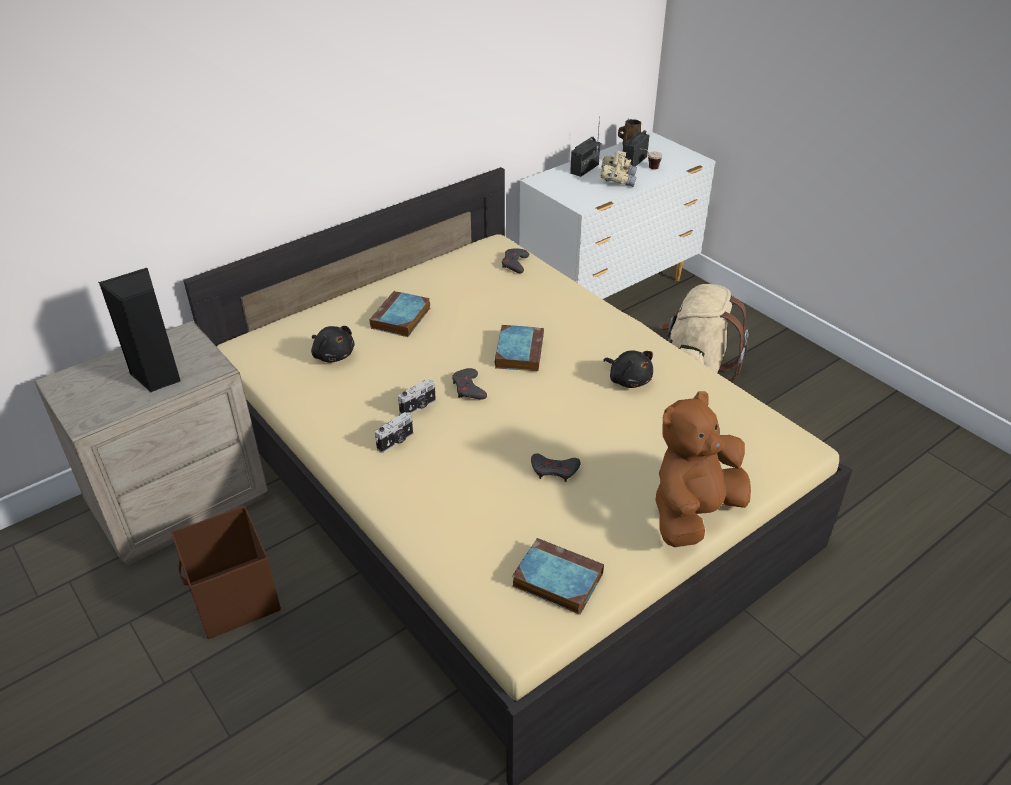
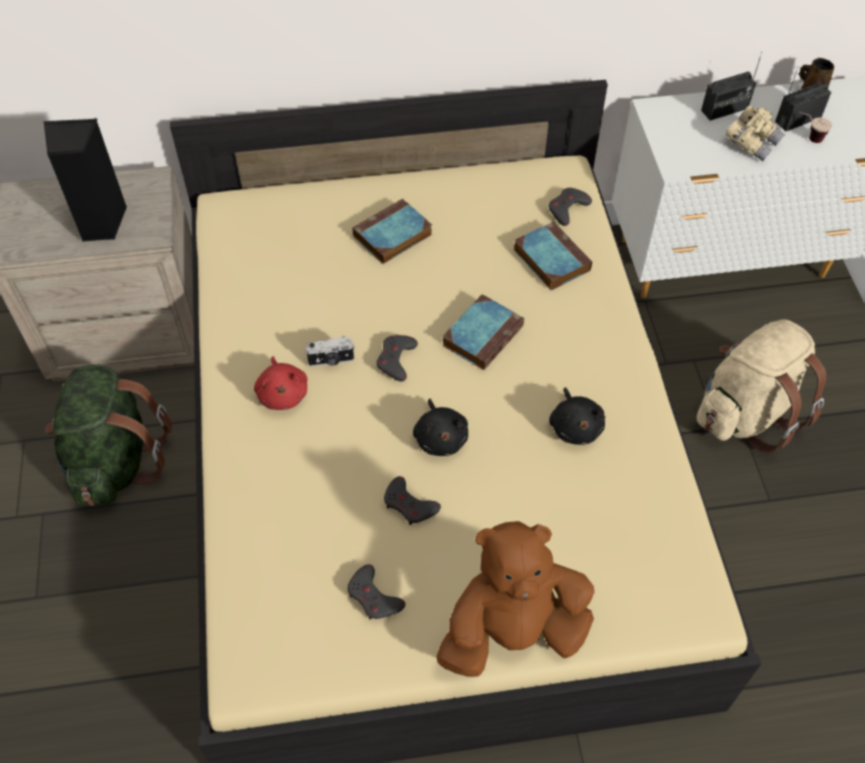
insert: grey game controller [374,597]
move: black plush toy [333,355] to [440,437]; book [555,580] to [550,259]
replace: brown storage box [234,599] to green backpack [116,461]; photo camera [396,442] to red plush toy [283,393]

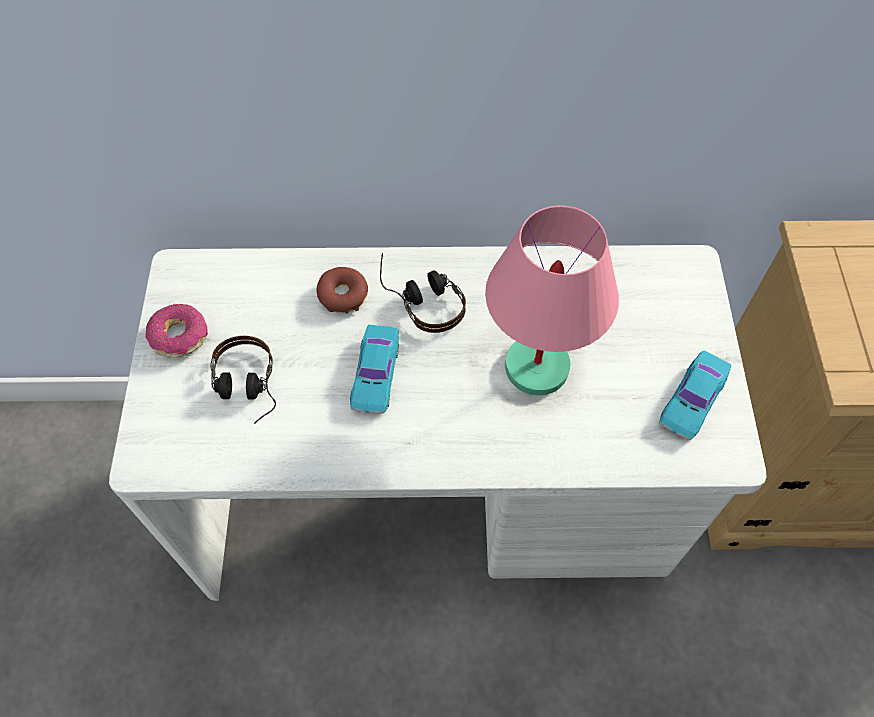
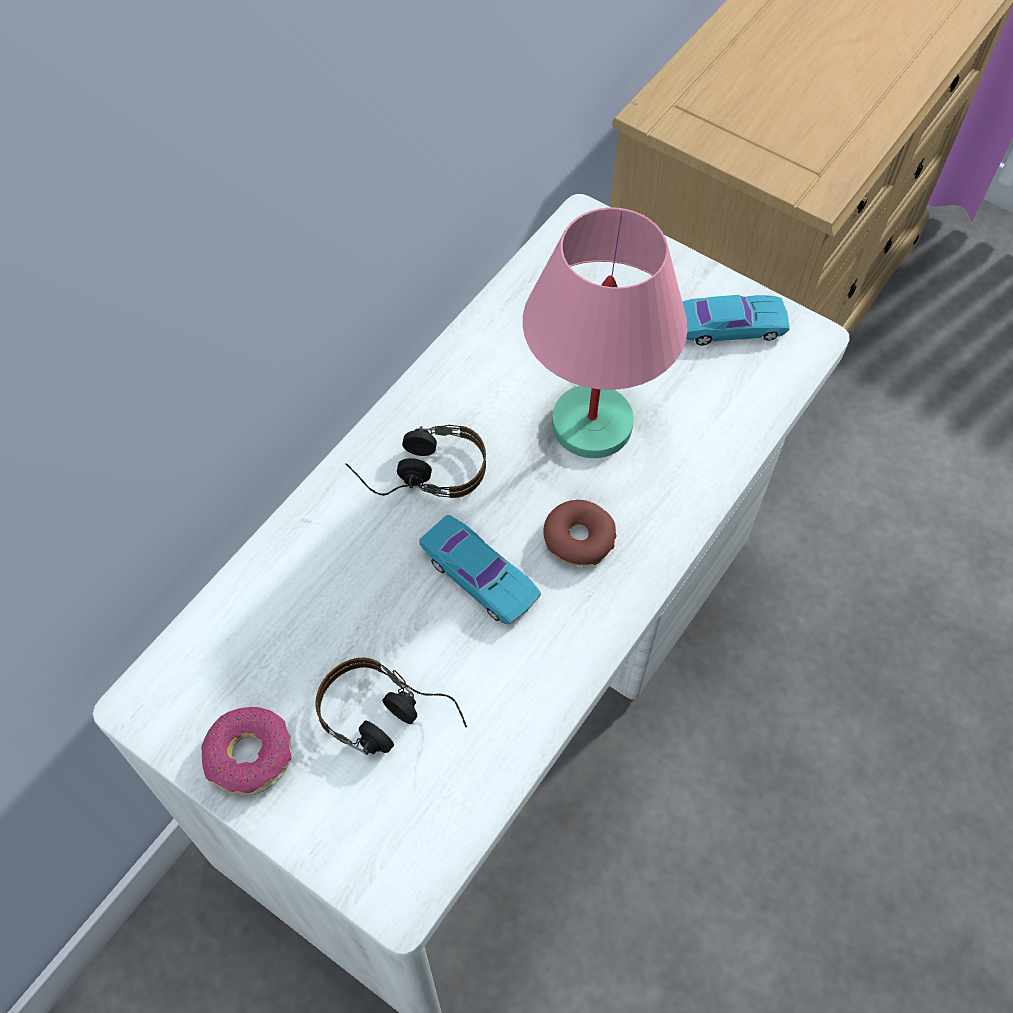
move: donut [343,295] to [578,539]
rotate: turquoise toy car [692,399] = [728,326] 75 degrees counterclockwise

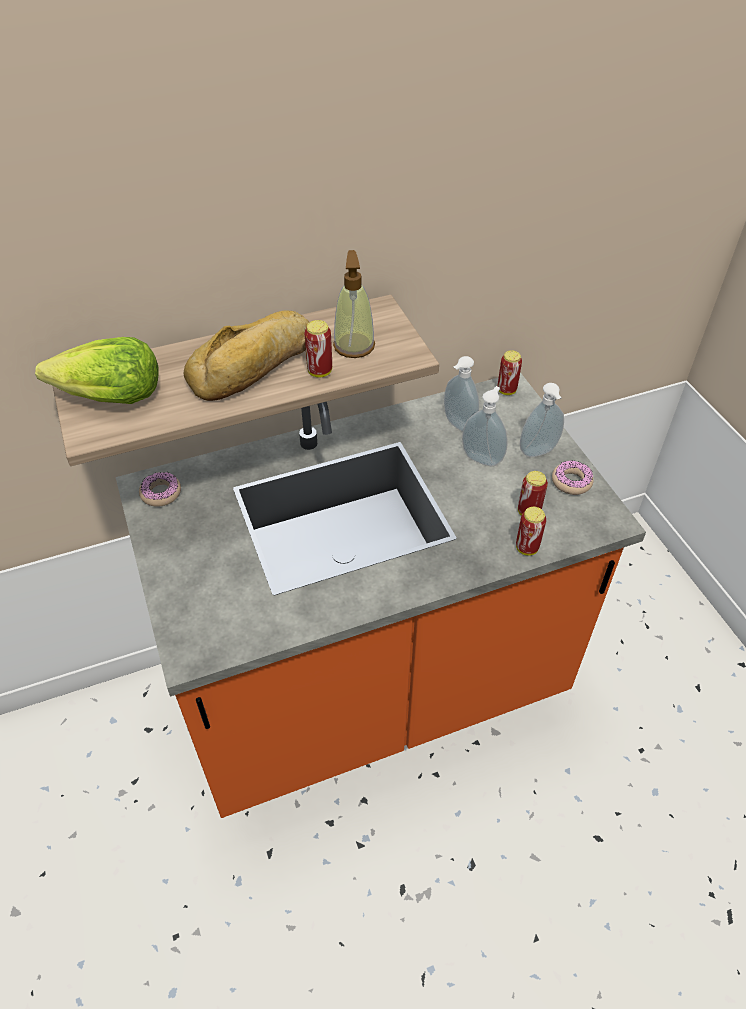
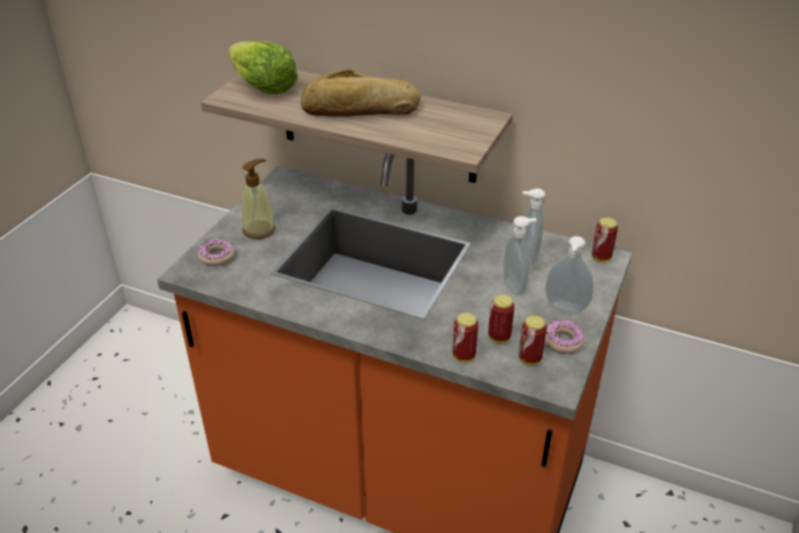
move: donut [161,493] to [217,256]; can [320,371] to [530,359]; soap dispenser [354,345] to [259,229]

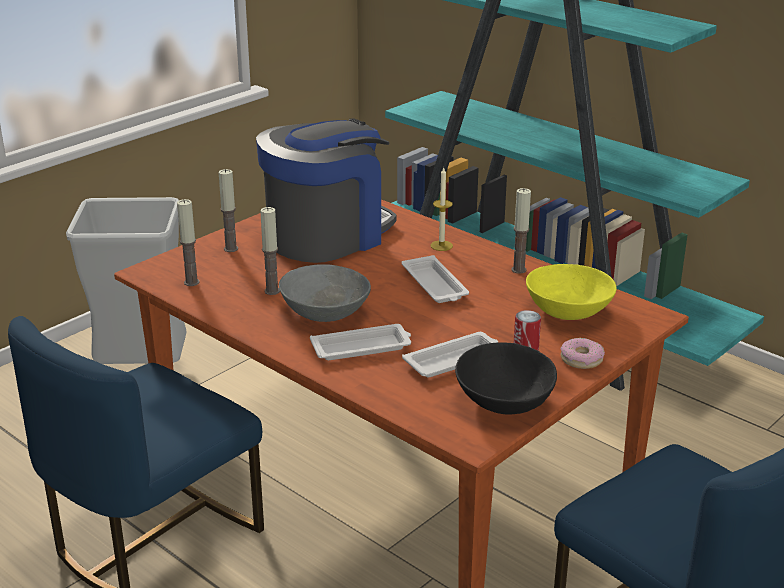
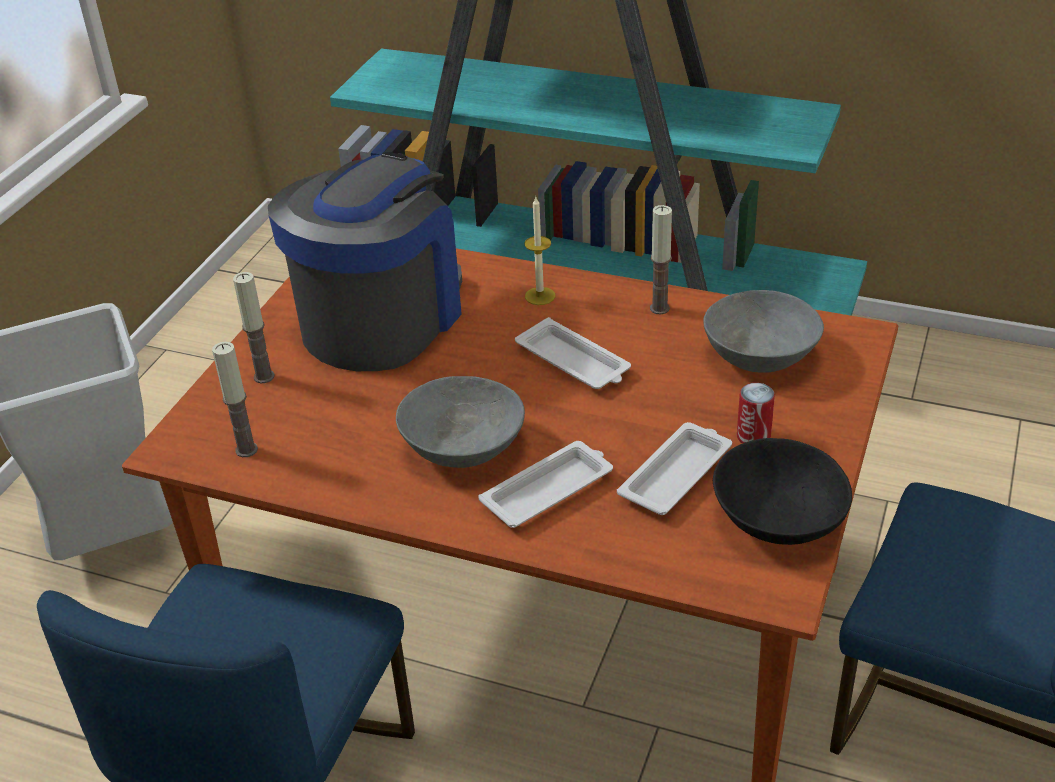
delete: candle [272,291]; donut [581,359]
recolor: yellow bowl [568,311] to grey bowl [761,357]

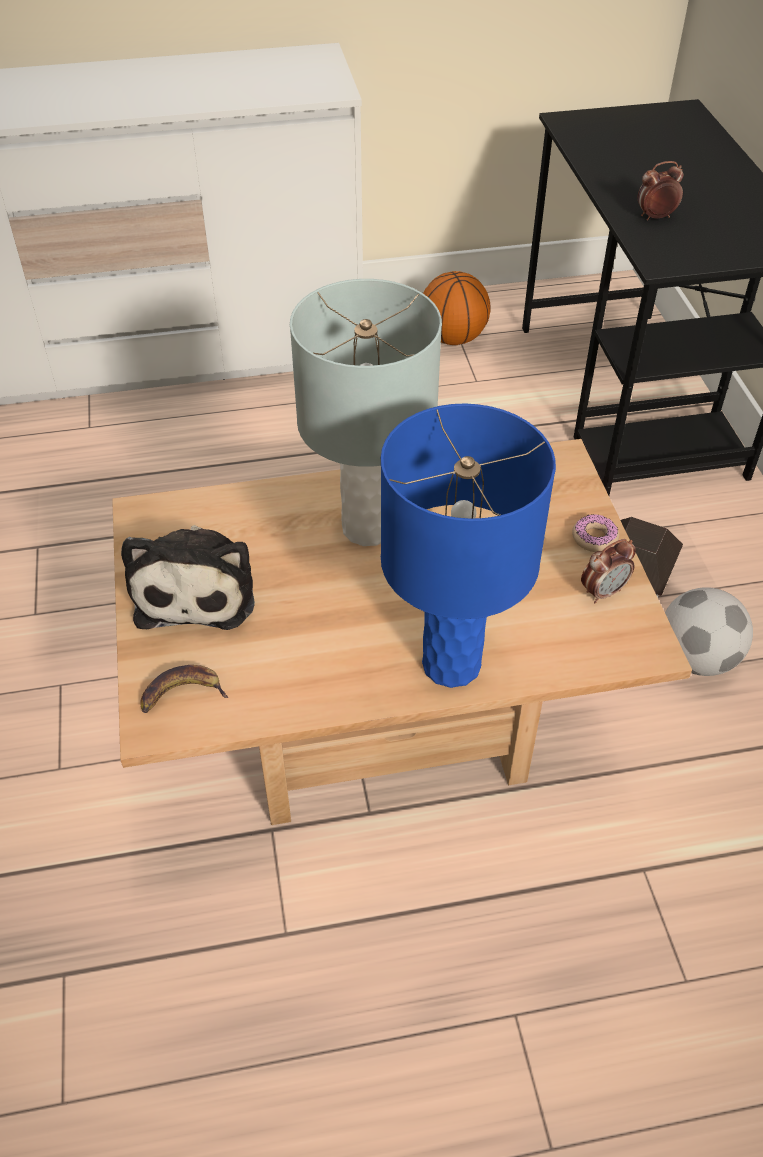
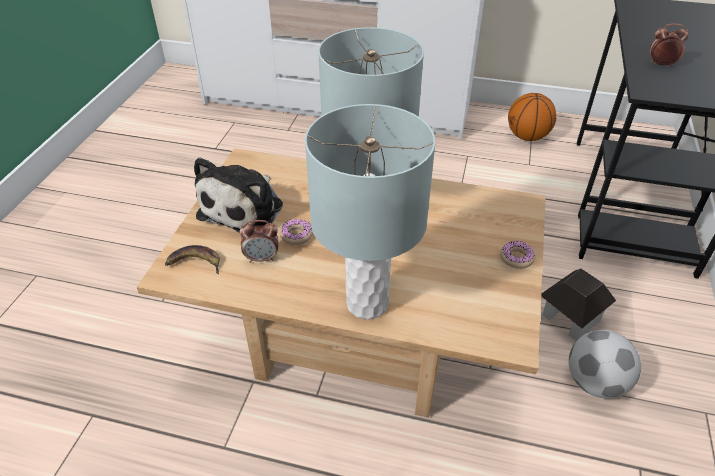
insert: donut [296,235]
move: alarm clock [603,592] to [262,258]
recolor: blue table lamp [450,663] to grey table lamp [367,302]

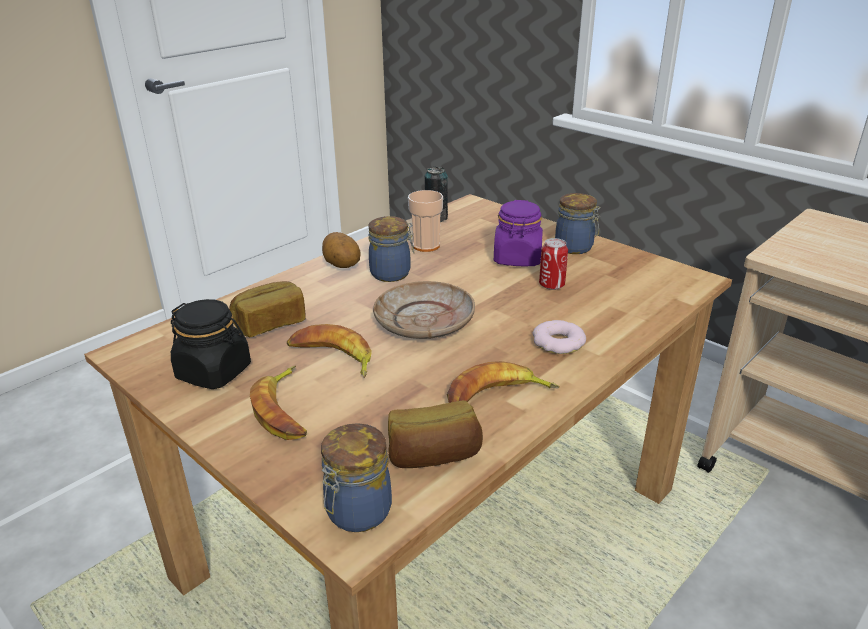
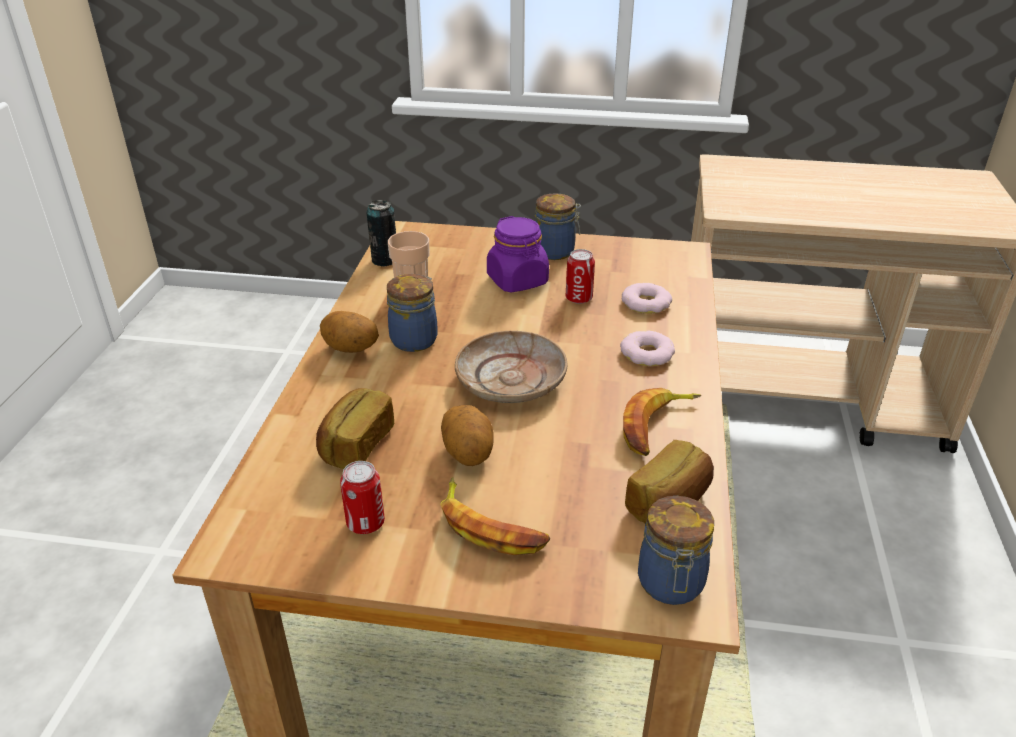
insert: donut [646,303]
replace: black jar [214,372] to can [365,523]; banana [332,358] to potato [468,453]

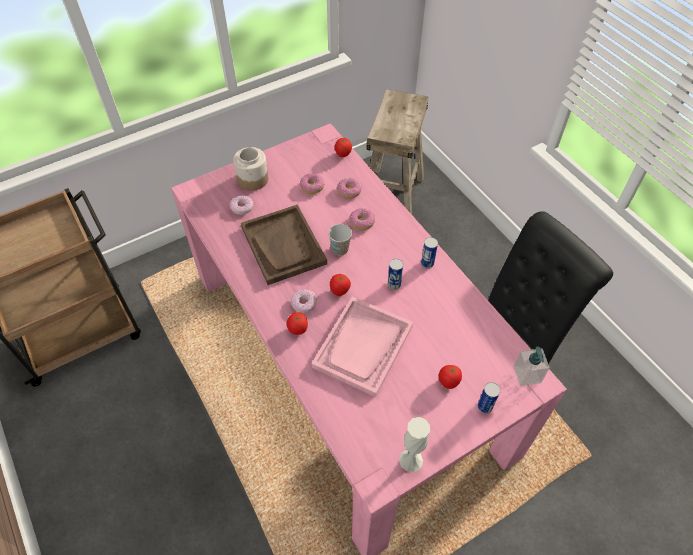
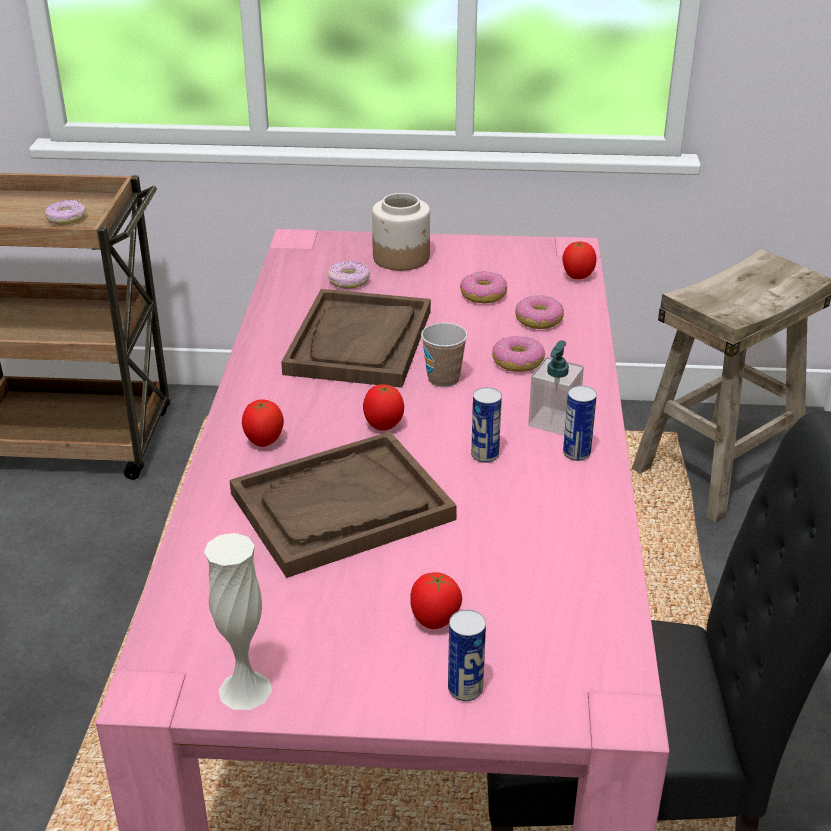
move: donut [303,303] to [66,218]; soap dispenser [527,375] to [553,421]
recolor: pink tray [363,347] to brown tray [341,507]

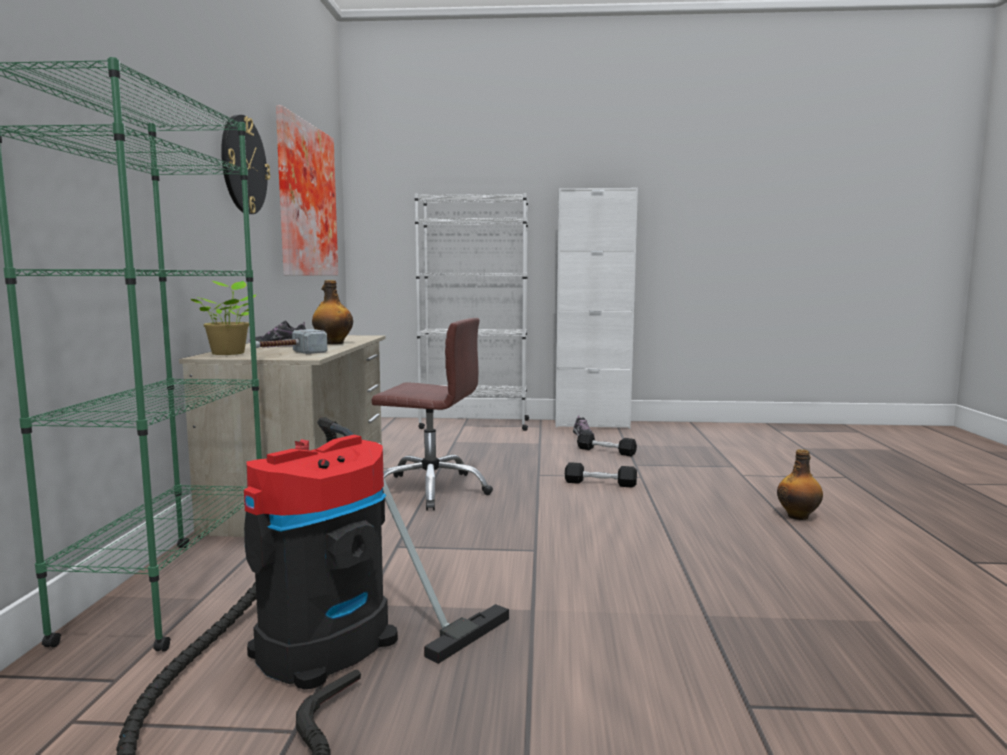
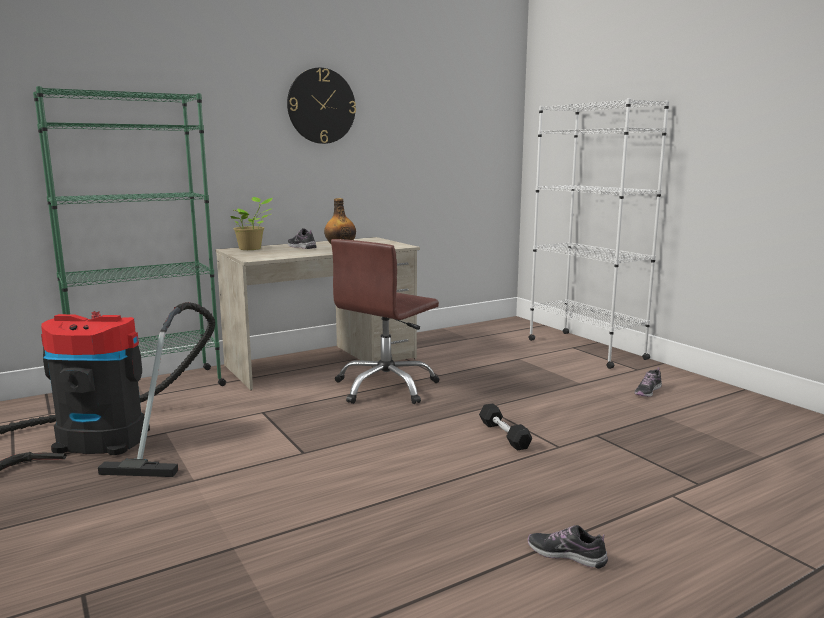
delete: hammer [289,353]; picture [302,200]; white cabinet [591,424]; black dumbbell [606,451]
replace: bottle [798,516] to shoe [566,555]
rotate: brown office chair [431,489] = [386,387] 60 degrees clockwise

